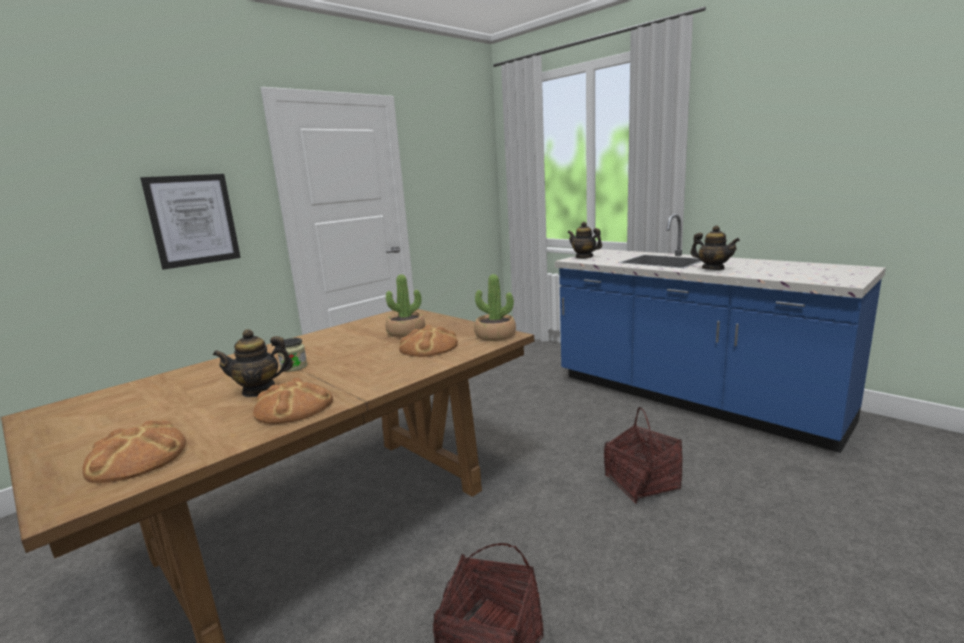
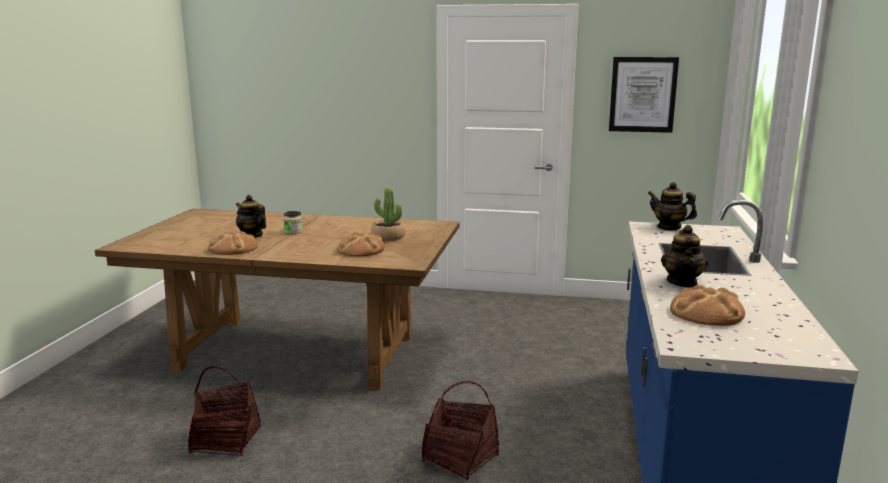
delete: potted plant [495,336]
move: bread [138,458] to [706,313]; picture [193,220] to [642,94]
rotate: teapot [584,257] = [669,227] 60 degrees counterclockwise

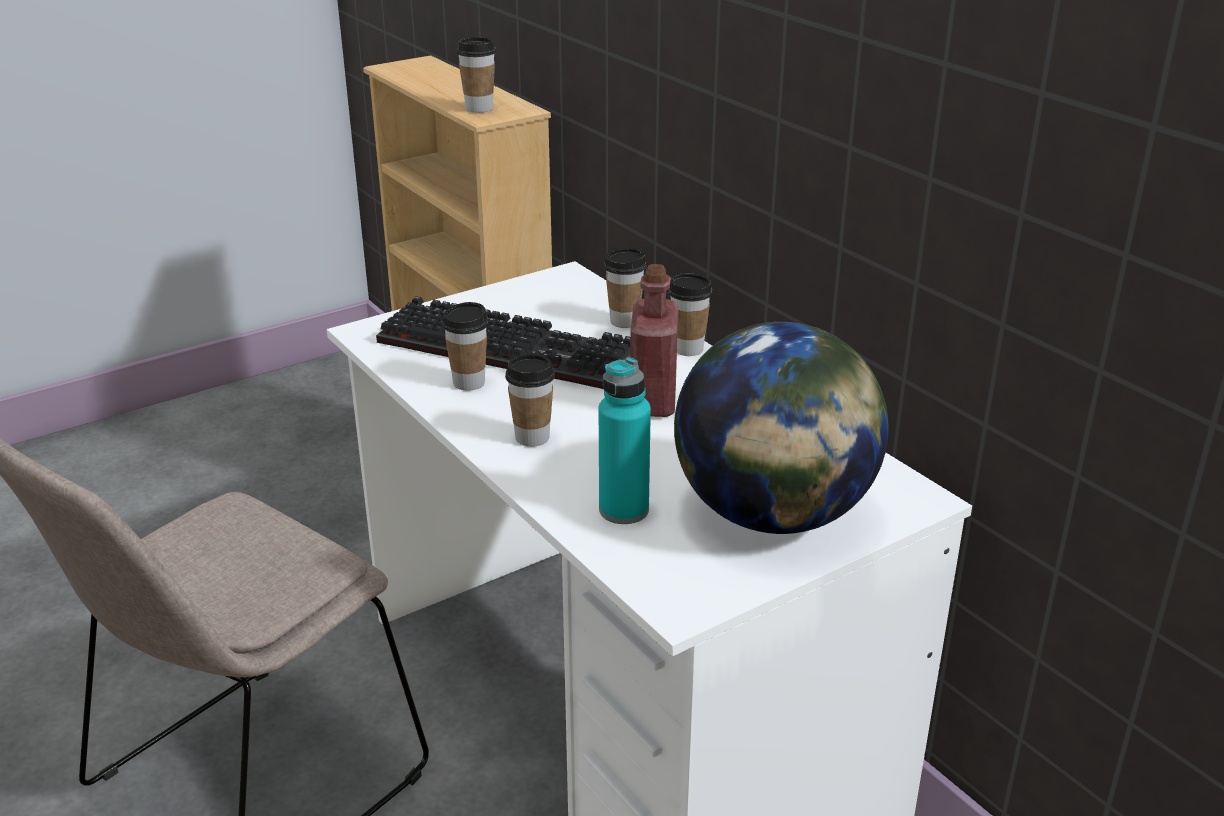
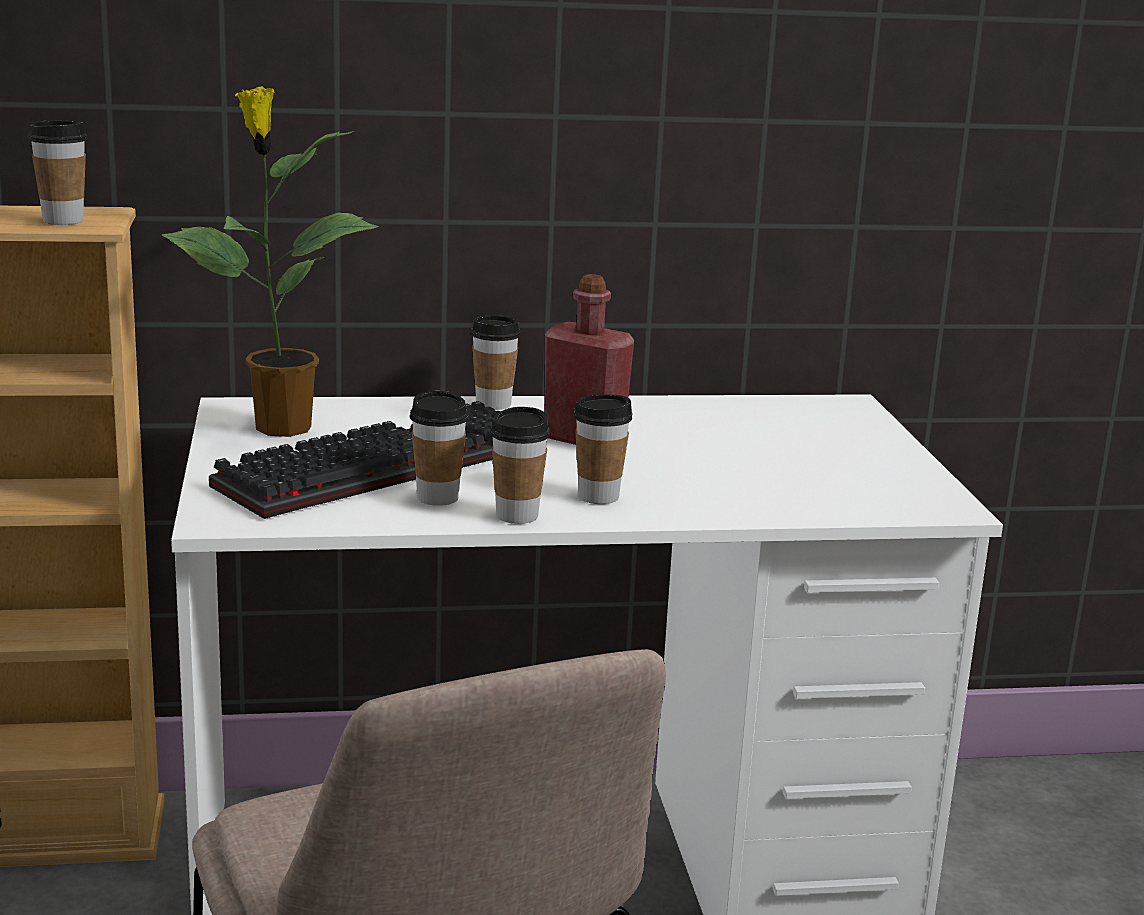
delete: turquoise bottle [624,510]; globe [774,515]
insert: potted plant [279,428]
move: cup [624,321] to [517,516]

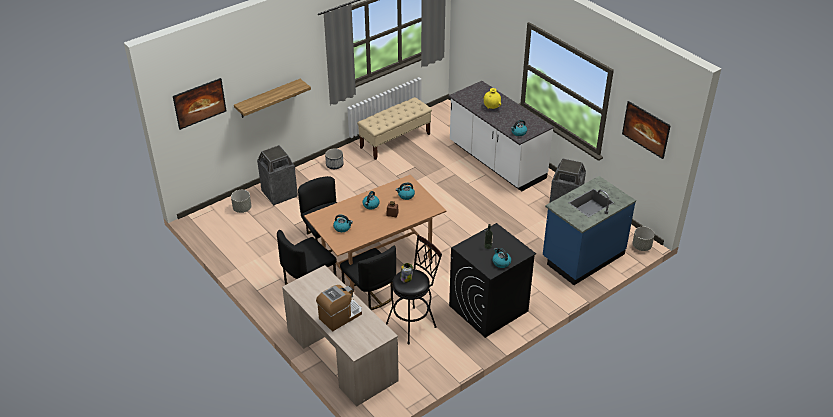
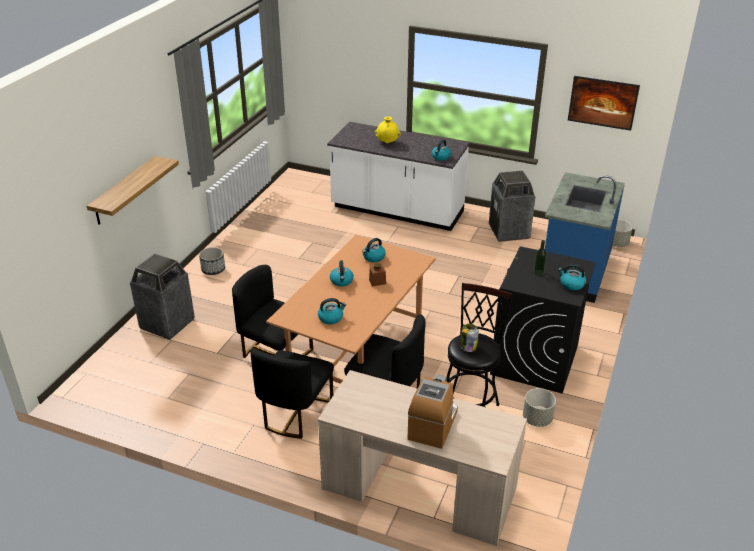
delete: picture [201,111]; beige bench [395,141]
move: grey planter [242,209] to [537,419]

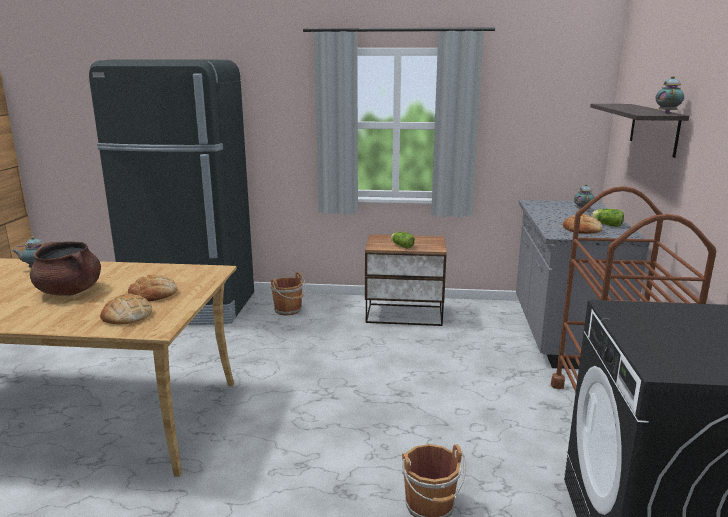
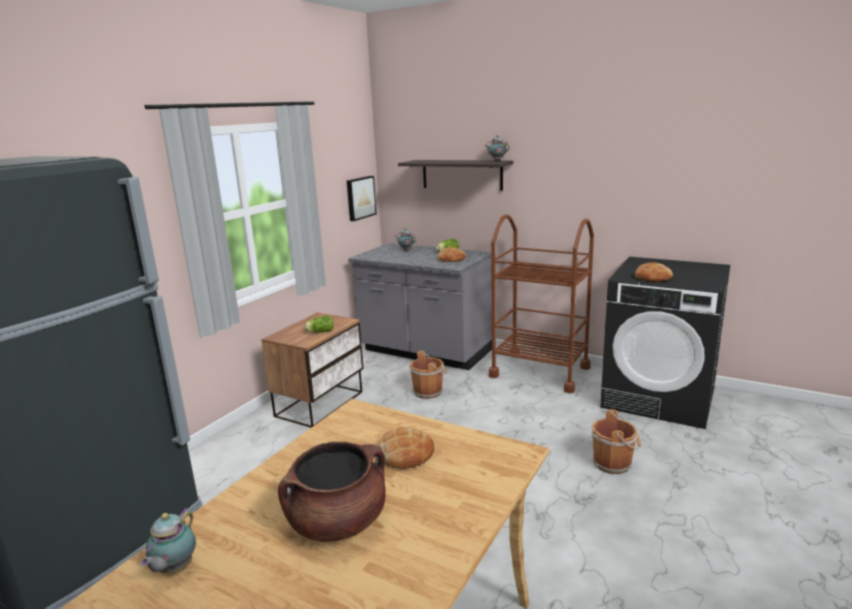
insert: picture [360,198]
move: bread [126,315] to [653,277]; brown bucket [289,310] to [429,391]

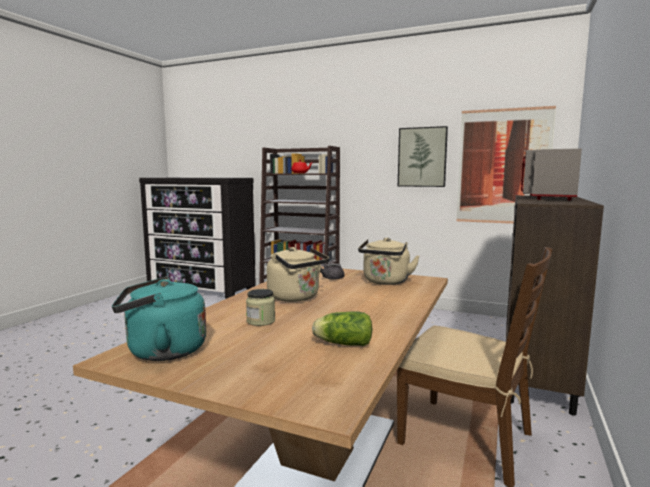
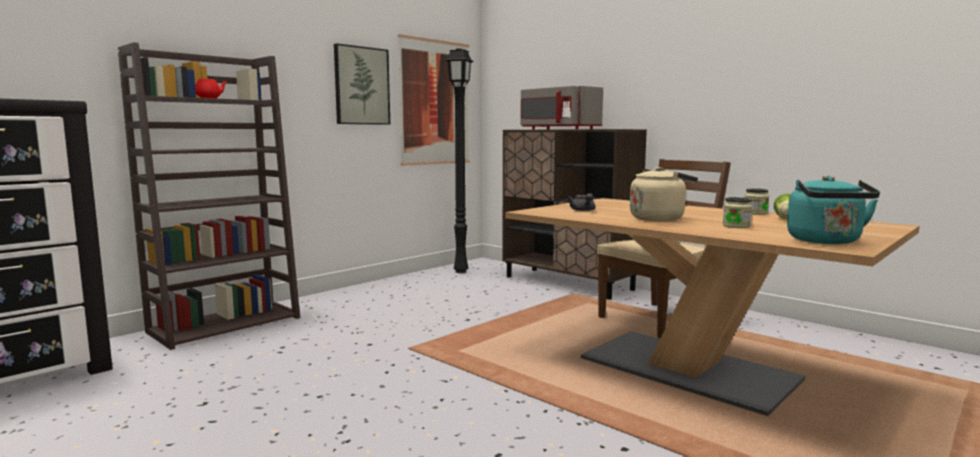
delete: beige kettle [385,282]
insert: black floor lamp [461,272]; jar [755,213]

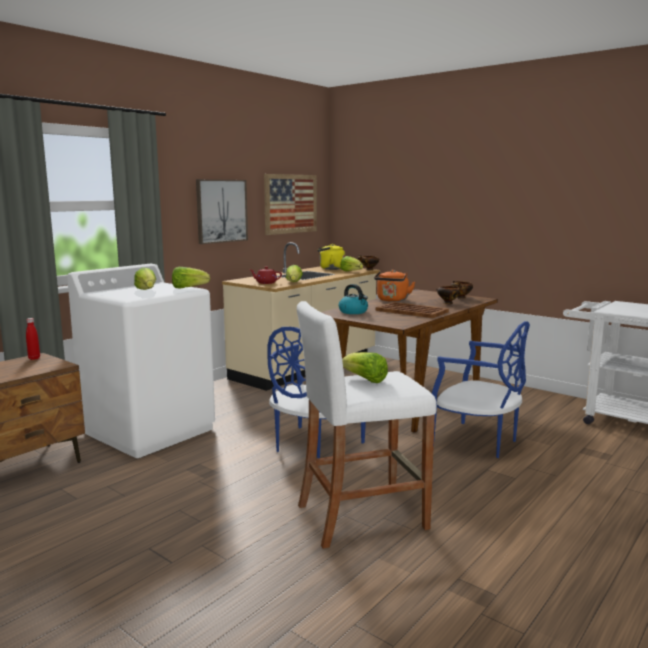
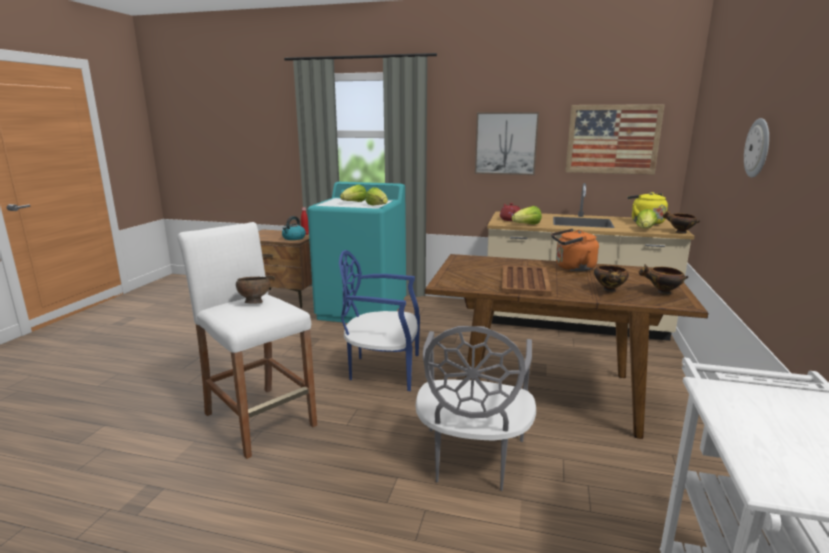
insert: wall clock [758,148]
move: kettle [353,312] to [294,238]
replace: lettuce [365,380] to brown bowl [254,303]
recolor: white washing machine [150,430] to turquoise washing machine [362,310]; blue chair [477,442] to grey chair [471,459]

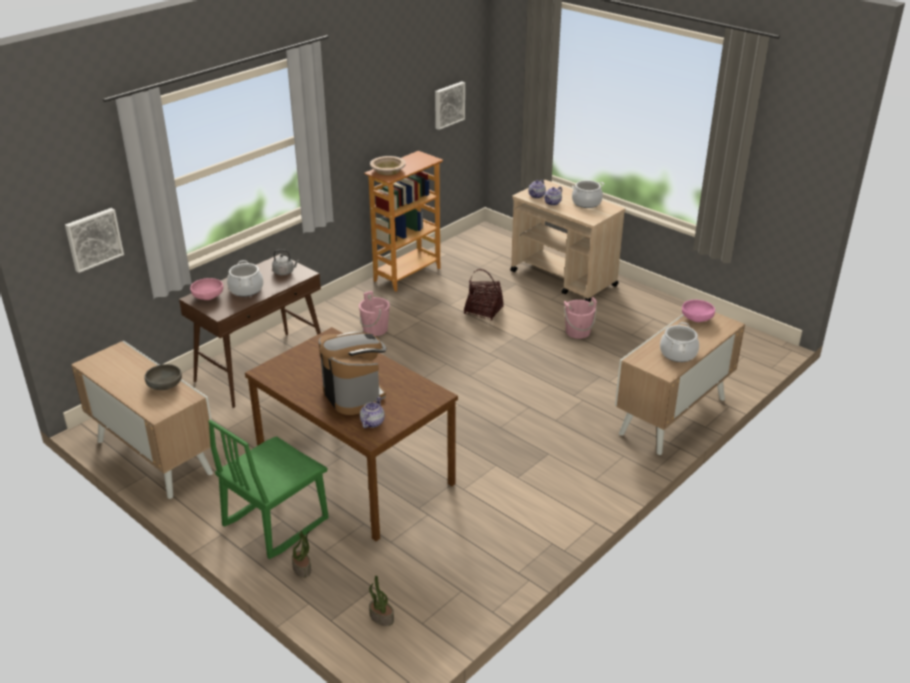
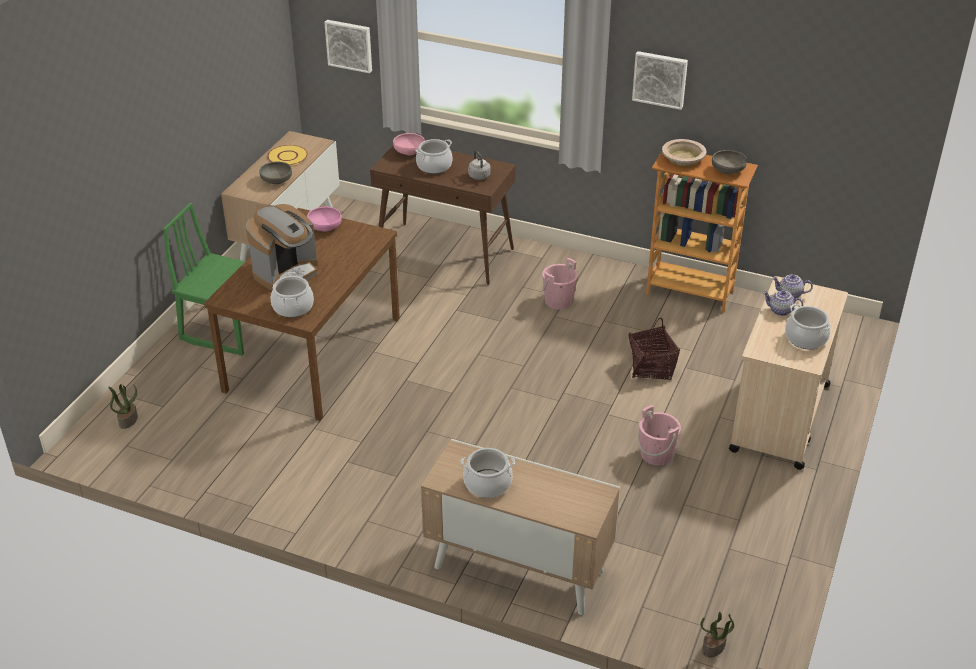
delete: teapot [372,422]
insert: yellow plate [288,156]; cooking pot [293,307]; grey bowl [728,170]
move: potted plant [302,568] to [714,647]; picture [448,105] to [660,79]; pink bowl [696,318] to [325,227]

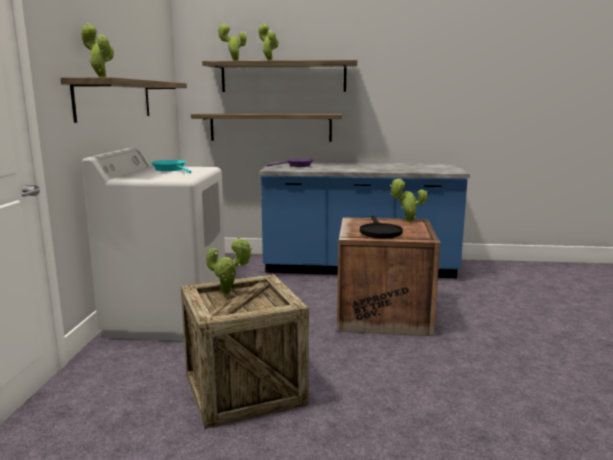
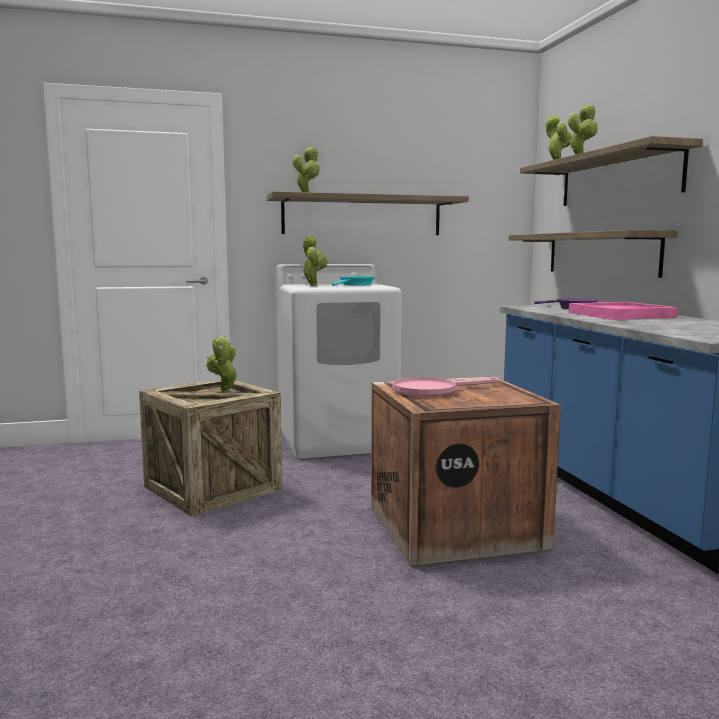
insert: pink tray [621,315]
move: potted plant [407,221] to [313,285]
recolor: black frying pan [379,232] to pink frying pan [432,390]

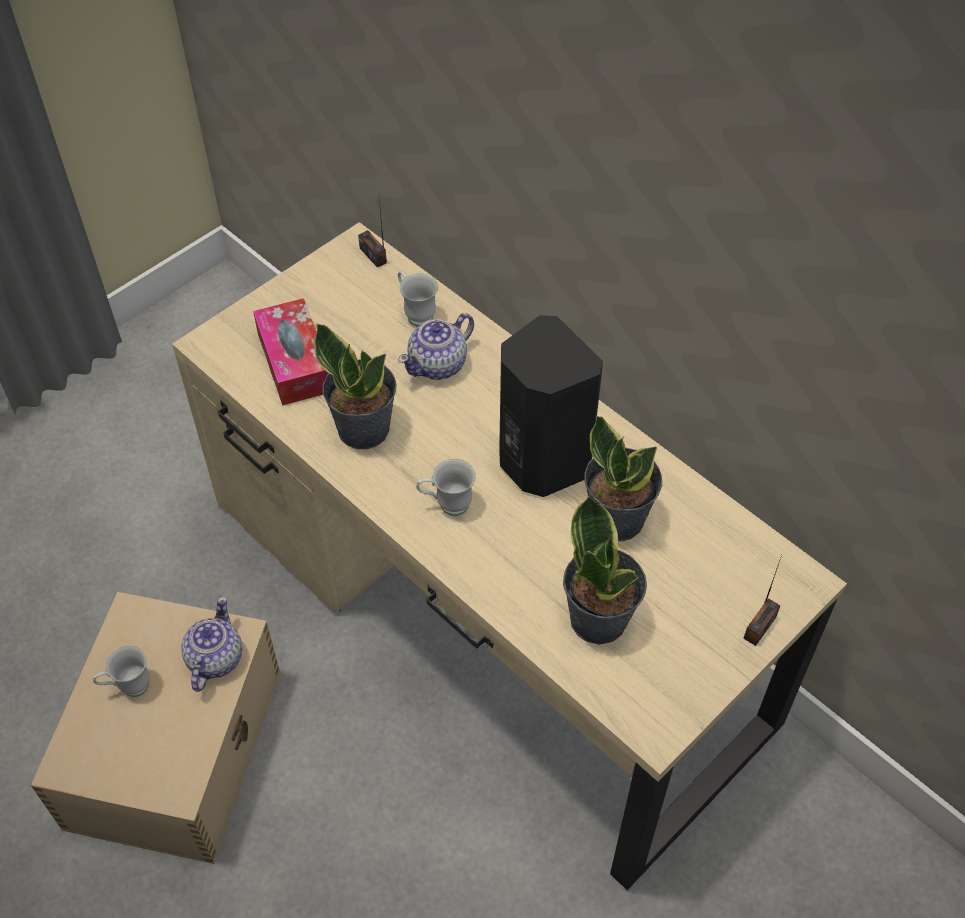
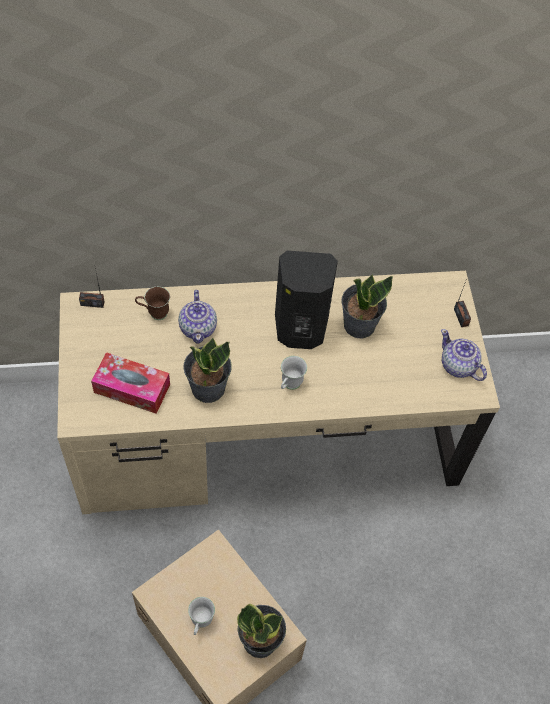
move: teapot [214,659] to [458,366]; potted plant [599,618] to [260,640]
recolor: white mug [416,313] to brown mug [154,313]

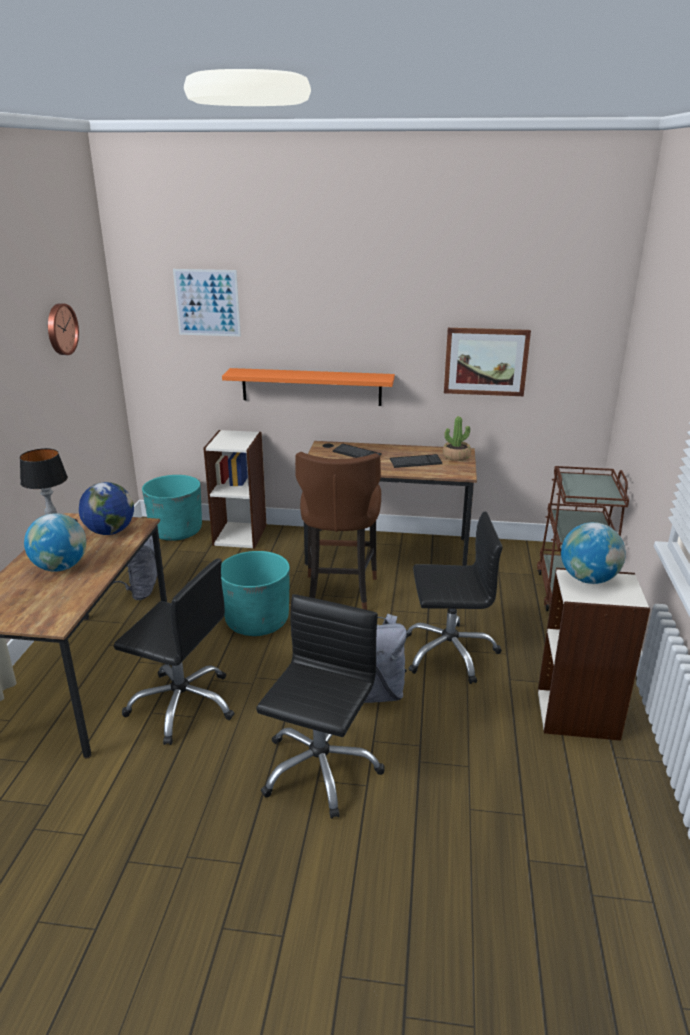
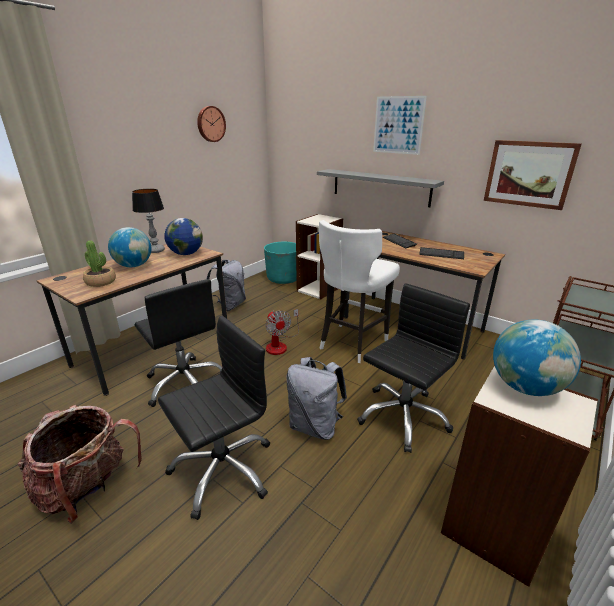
insert: backpack [87,489]
move: picture [207,303] to [398,125]; potted plant [456,456] to [101,282]
replace: turquoise planter [257,621] to fan [280,345]
recolor: orange shelf [311,387] to grey shelf [380,187]; brown stool [339,593] to white stool [352,343]
rotate: black office chair [449,652] = [402,416] 75 degrees counterclockwise

